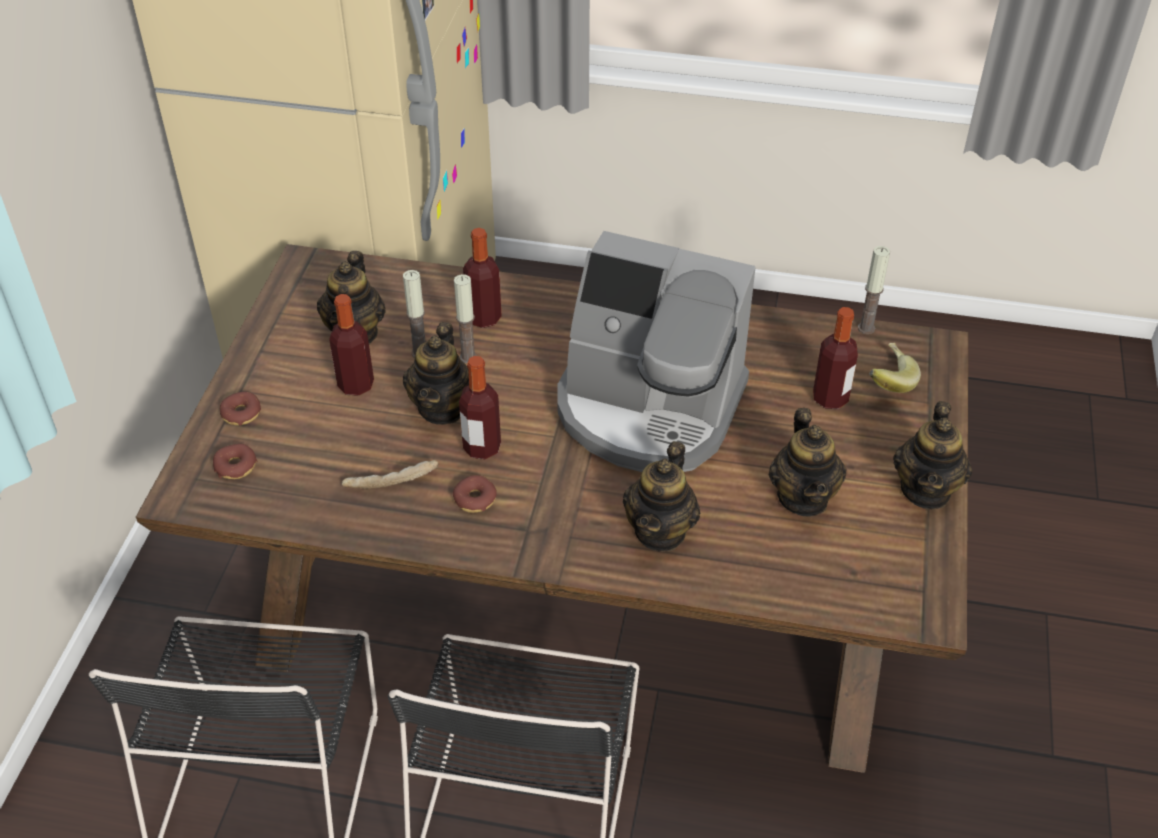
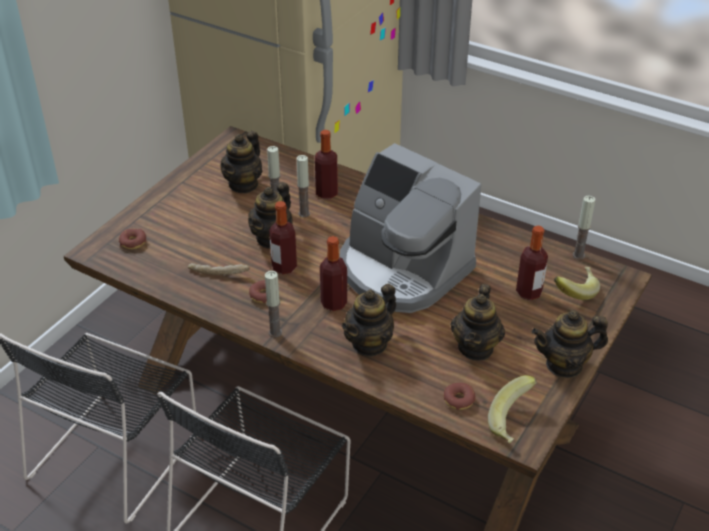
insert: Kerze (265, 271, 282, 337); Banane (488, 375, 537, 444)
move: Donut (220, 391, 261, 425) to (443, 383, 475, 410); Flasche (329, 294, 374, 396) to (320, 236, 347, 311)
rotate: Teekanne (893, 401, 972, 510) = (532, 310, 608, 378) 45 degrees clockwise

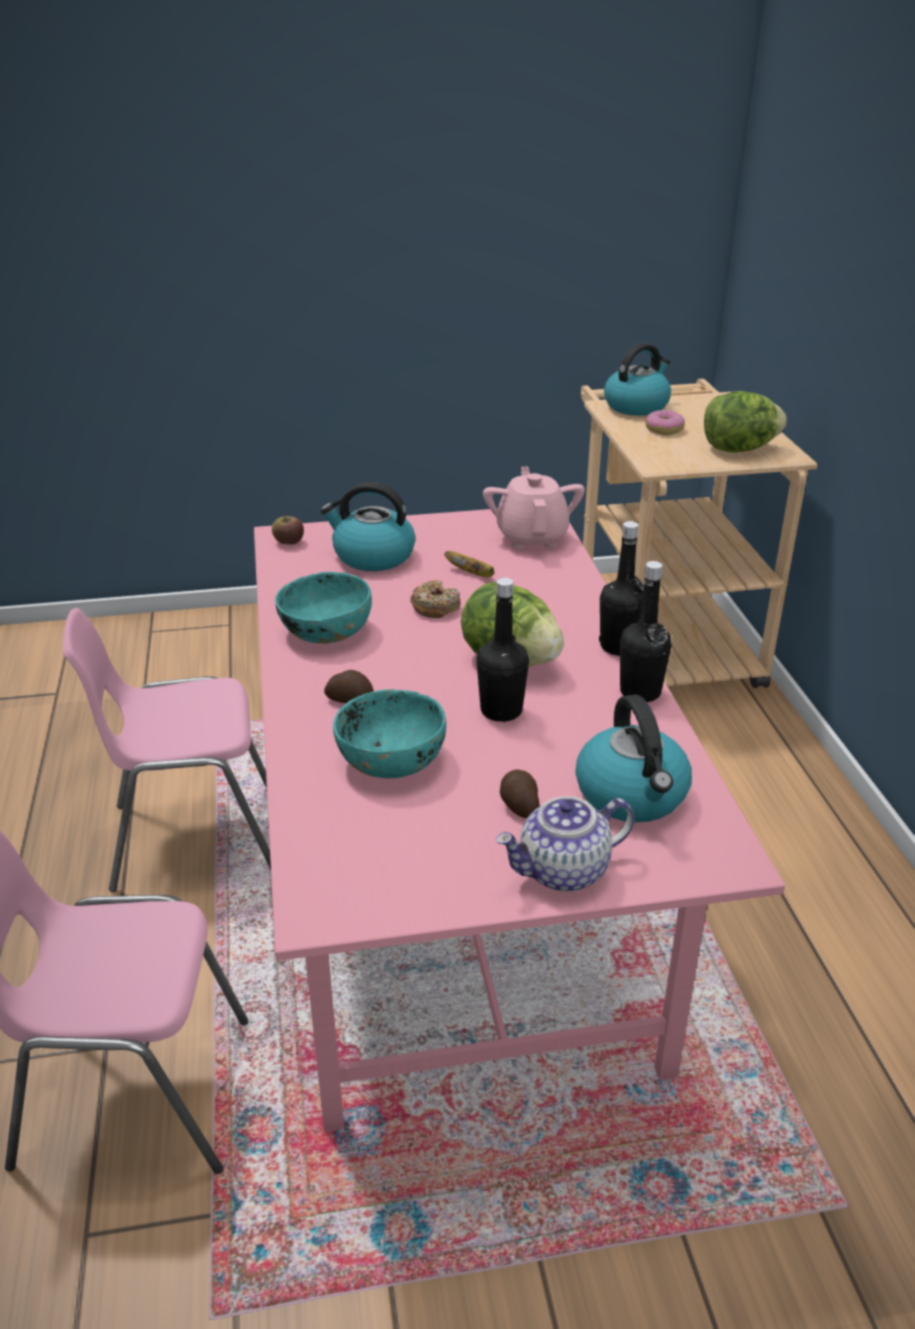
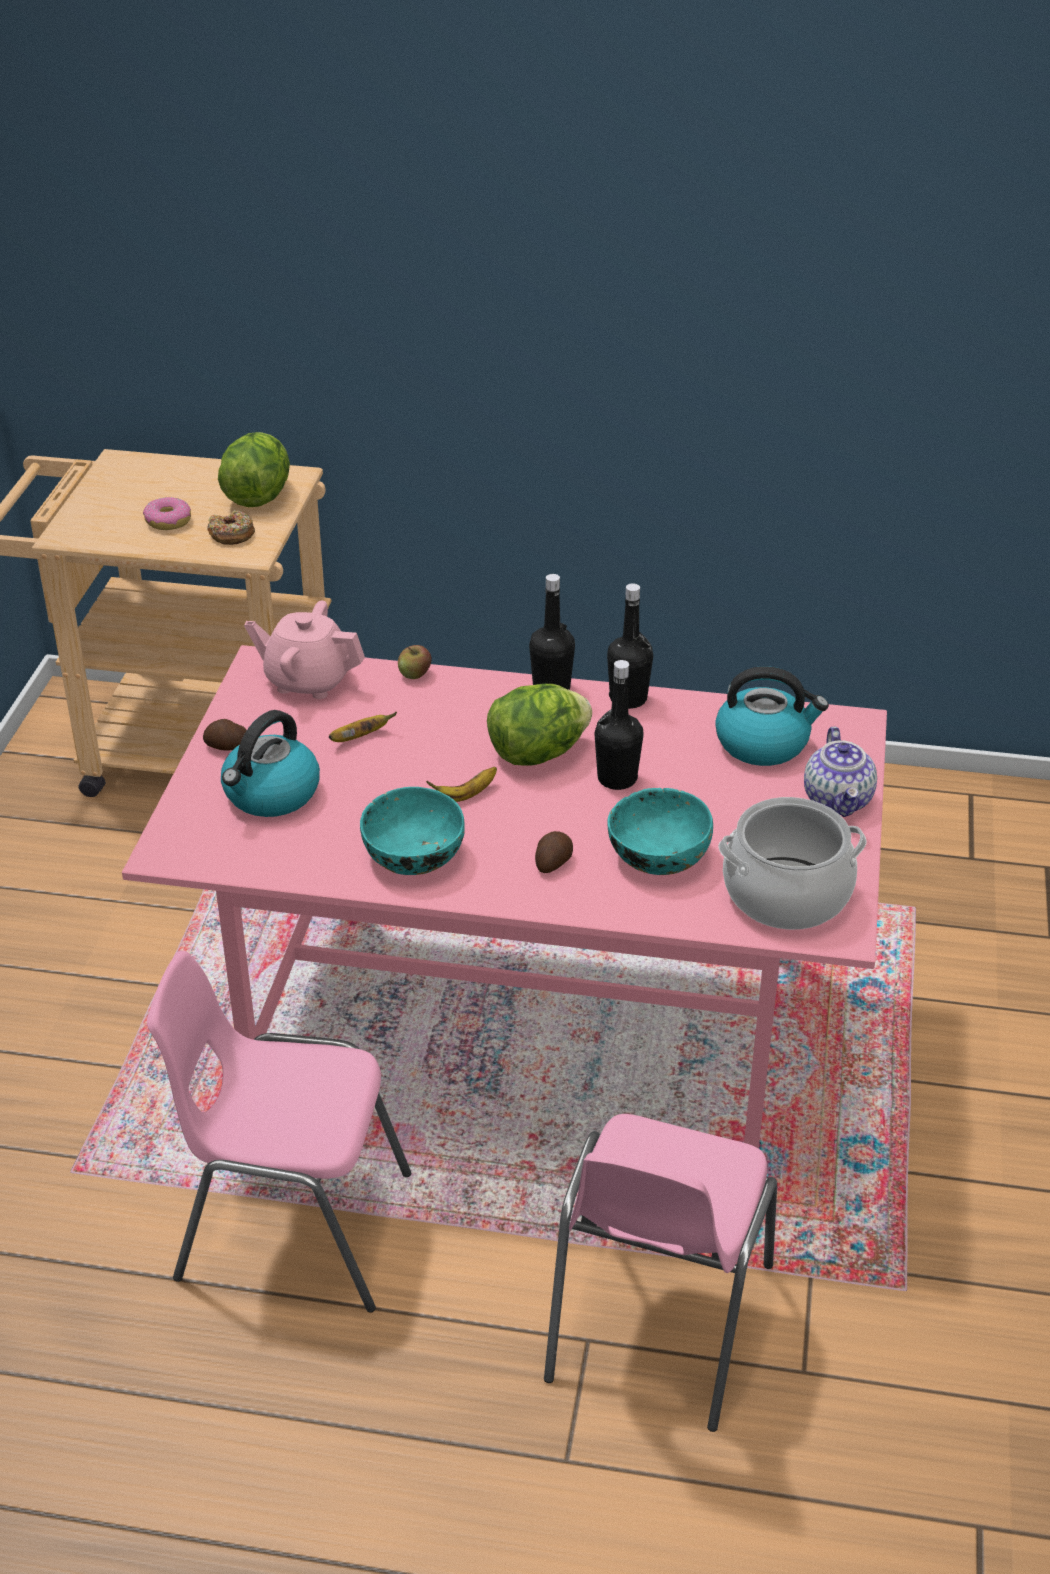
delete: Wasserkessel (604, 343, 671, 416)
insert: Banane (426, 767, 497, 802); Kochtopf (718, 797, 867, 930)
move: Apfel (272, 513, 304, 544) to (398, 645, 432, 679); Donut (410, 580, 461, 618) to (207, 510, 255, 545); Kartoffel (500, 769, 540, 818) to (203, 719, 247, 750)
rotate: Stuhl (rosa) (63, 608, 271, 892) = (147, 951, 411, 1313) 90 degrees clockwise

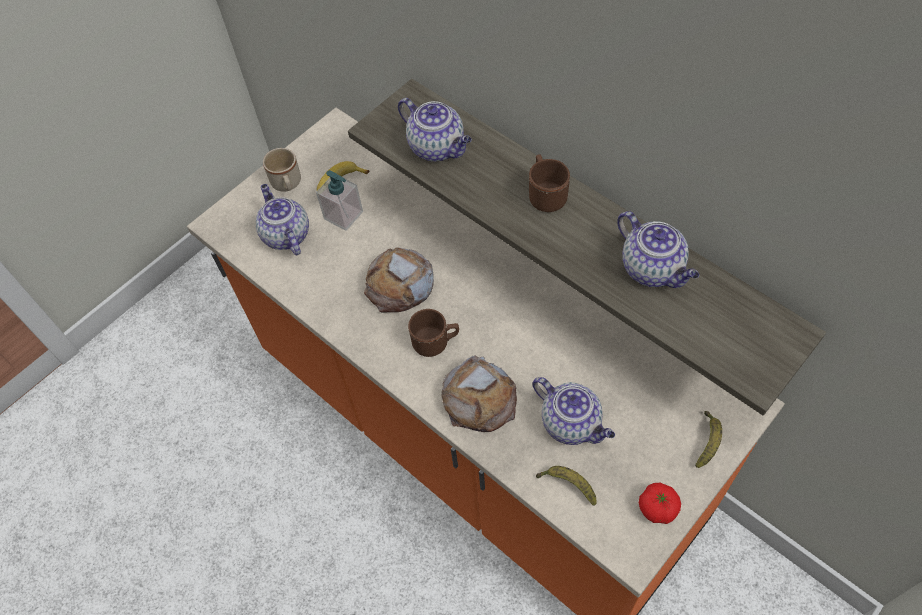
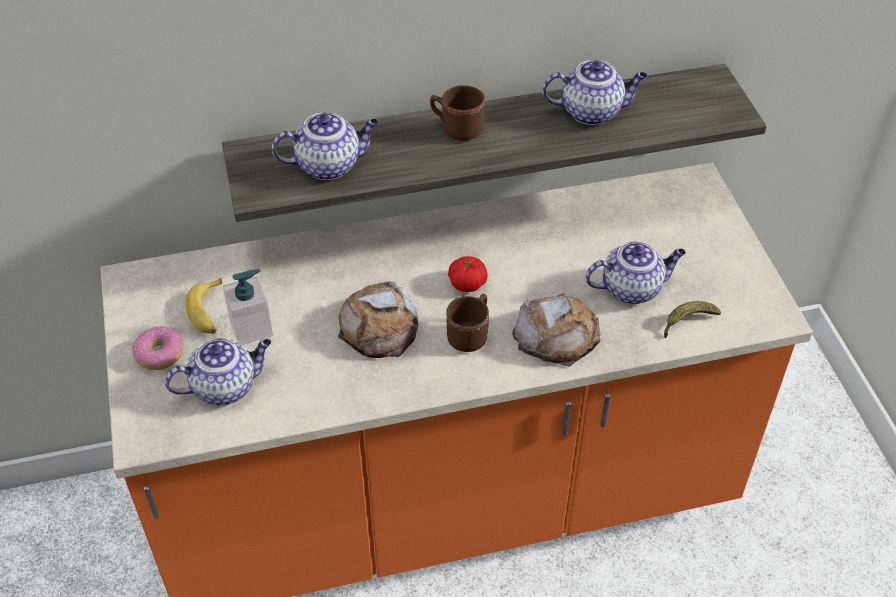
delete: Banane (695, 411, 722, 468)
move: Tomate (639, 483, 681, 524) to (448, 256, 488, 292)
replace: Henkelbecher (beige) (263, 148, 301, 192) to Donut (132, 326, 184, 370)
rotate: Teekanne (256, 184, 309, 255) = (165, 338, 271, 405) 150 degrees clockwise

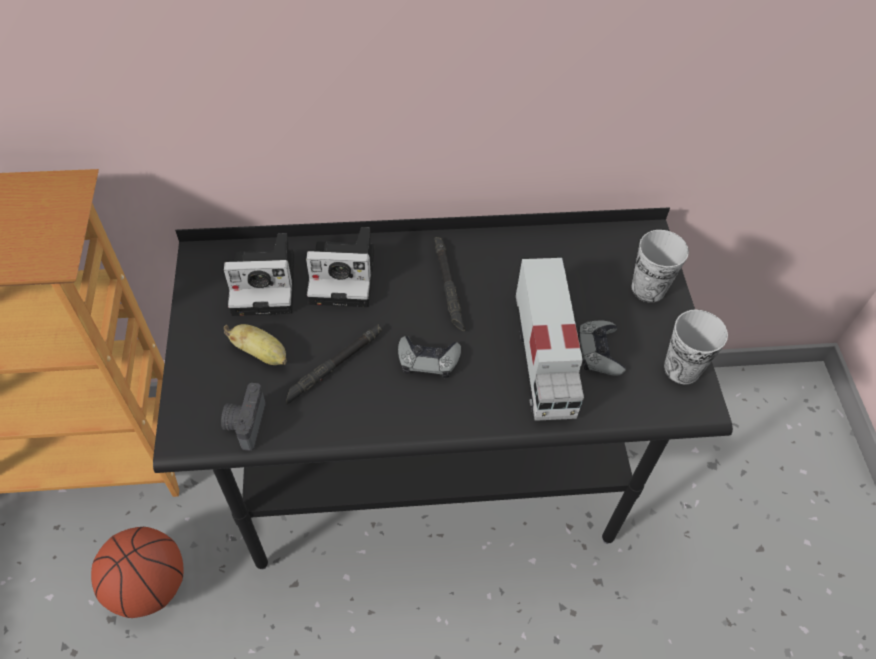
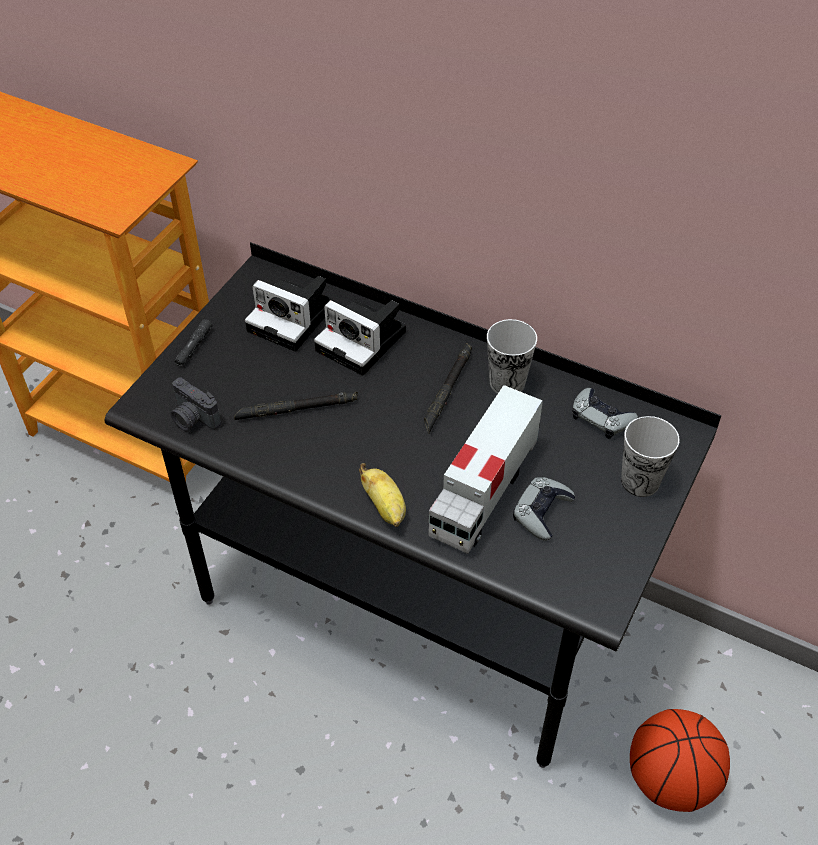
insert: Taschenlampe (schwarz) (175, 319, 213, 367)
move: Basketball (91, 527, 184, 618) to (630, 709, 730, 812); Banane (224, 324, 287, 365) to (359, 463, 406, 527); Gamepad (grau) (398, 336, 461, 379) to (572, 388, 638, 439); Tasse (664, 309, 728, 385) to (487, 319, 537, 394)
rotate: Kamera (221, 383, 266, 451) = (170, 378, 221, 432) 90 degrees counterclockwise

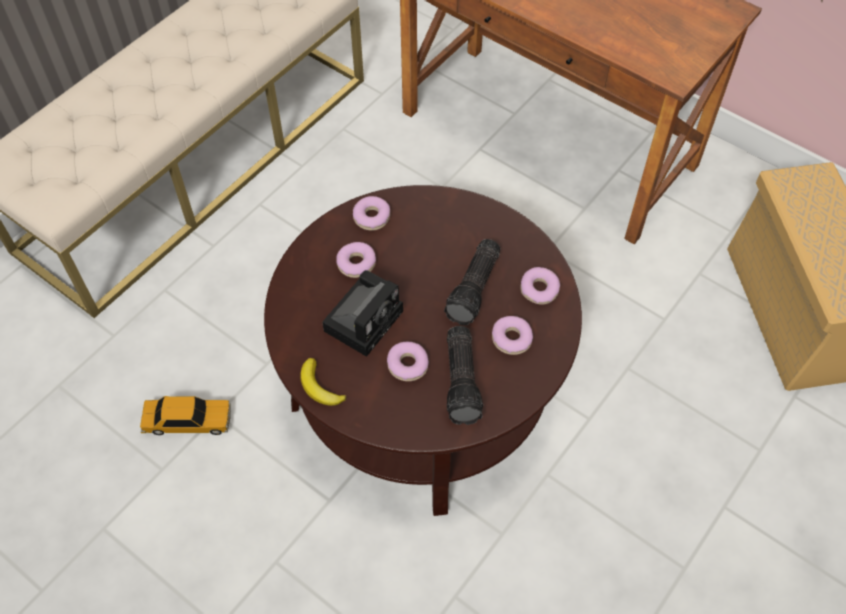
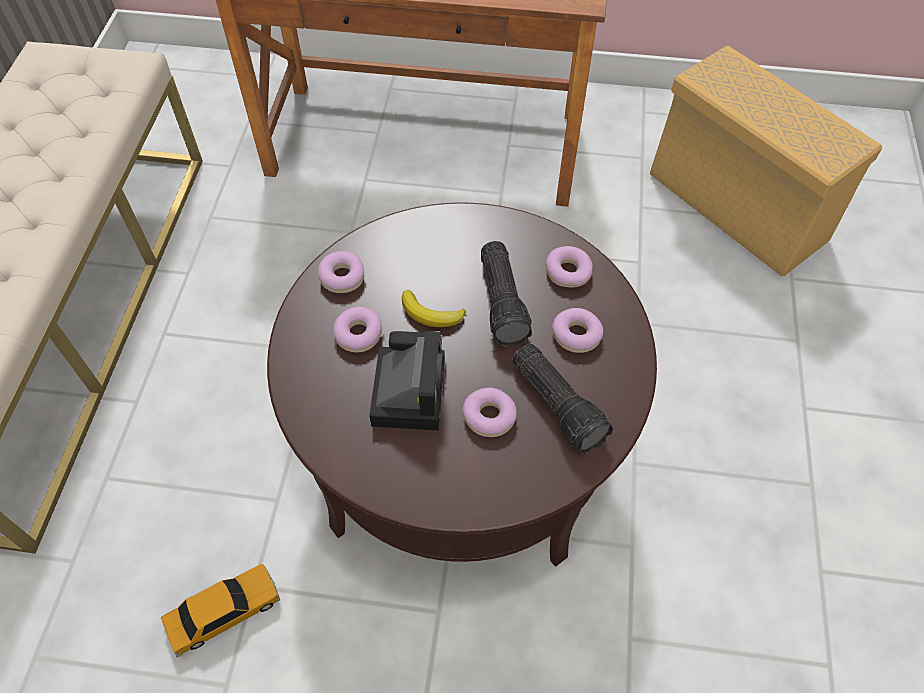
move: Banane (300, 358, 347, 406) to (402, 290, 466, 327)

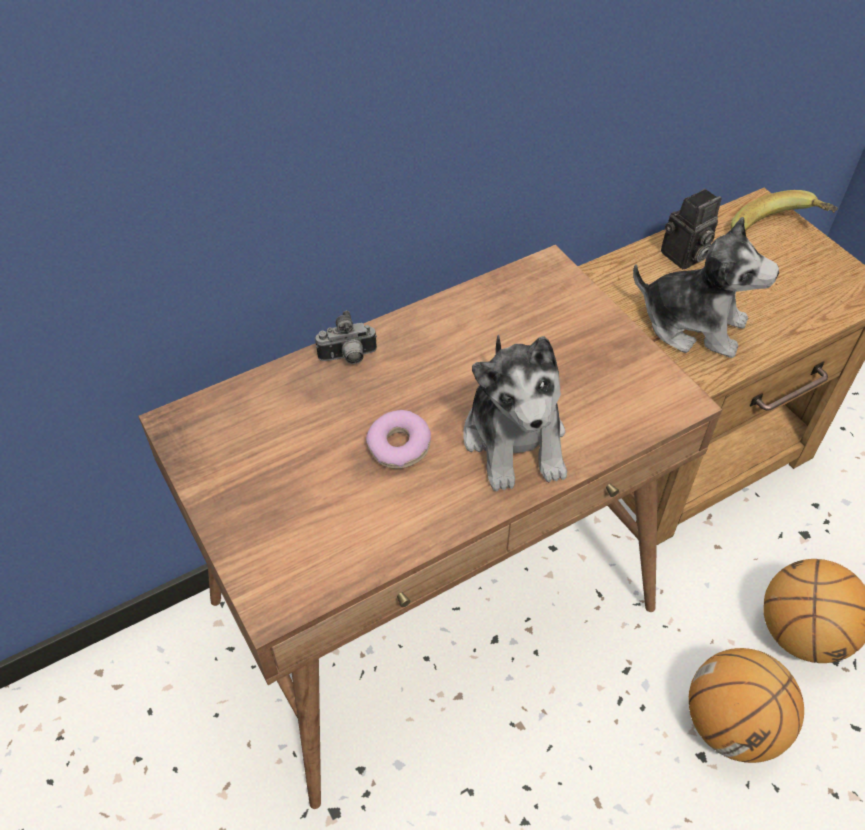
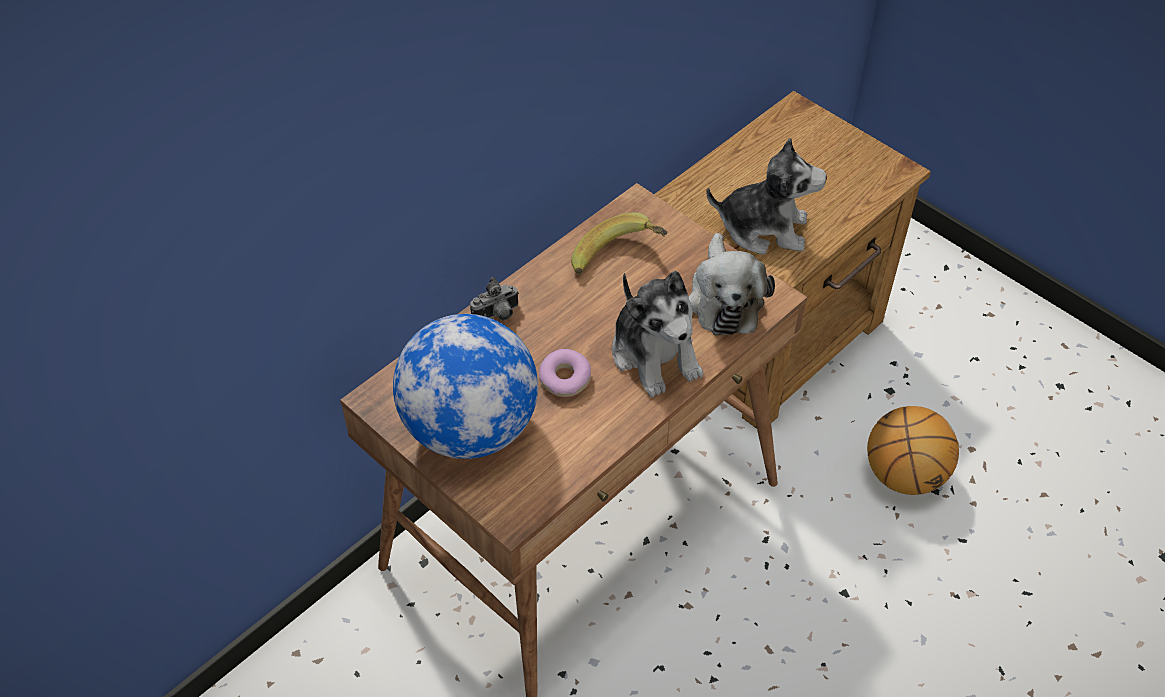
delete: Kamera (661, 189, 722, 269); Basketball (689, 648, 804, 763)
insert: Globus (393, 314, 538, 459); Plüschtier (689, 233, 775, 336)
move: Banane (731, 190, 838, 231) to (571, 213, 668, 274)

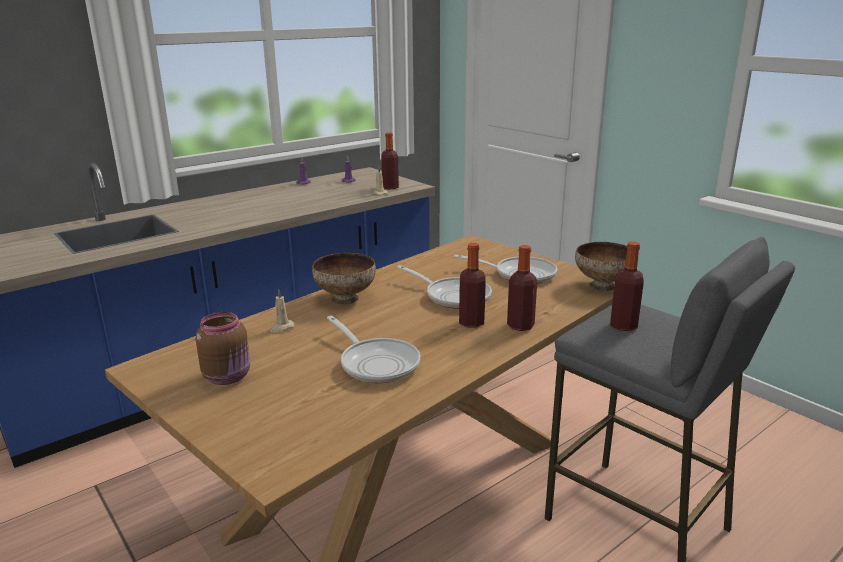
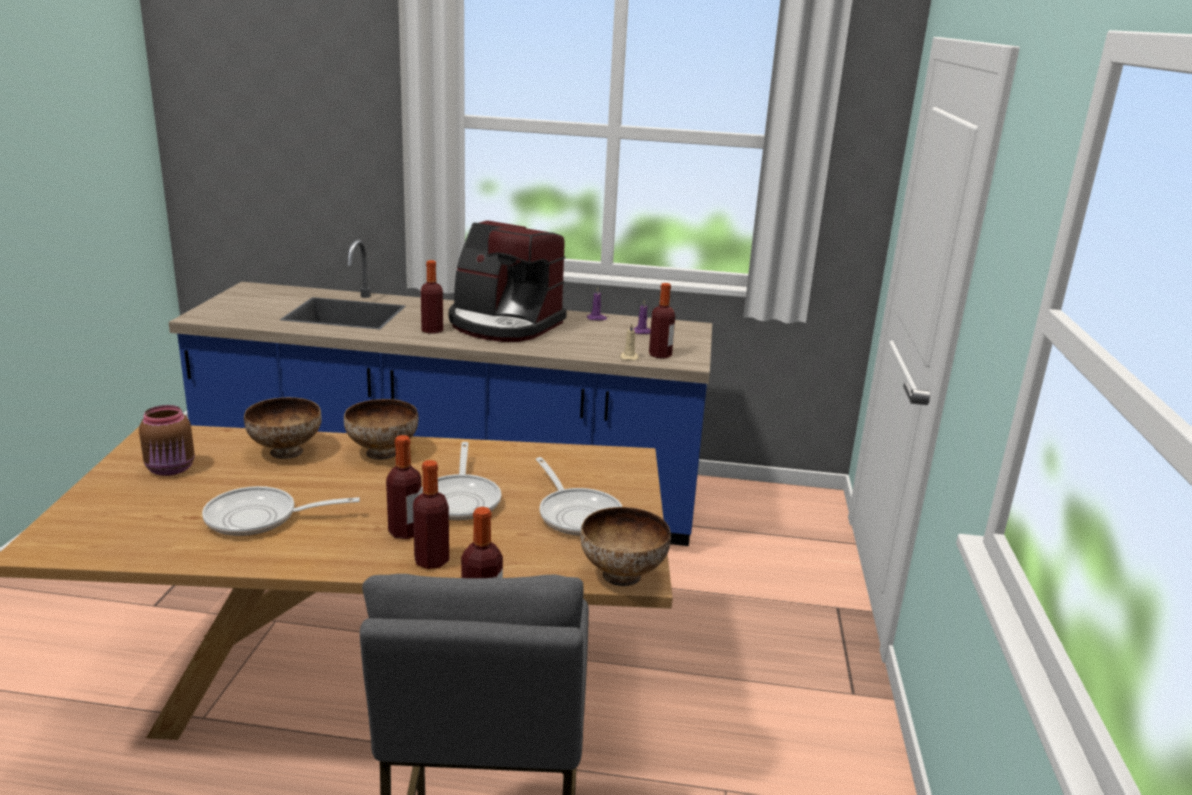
insert: Flasche (421, 260, 443, 334); Kaffeemaschine (449, 220, 567, 342)
replace: Kerze (beige) (270, 290, 294, 333) to Schüssel (244, 397, 322, 459)
rotate: Pfanne (327, 316, 420, 383) = (202, 486, 360, 536) 75 degrees clockwise

